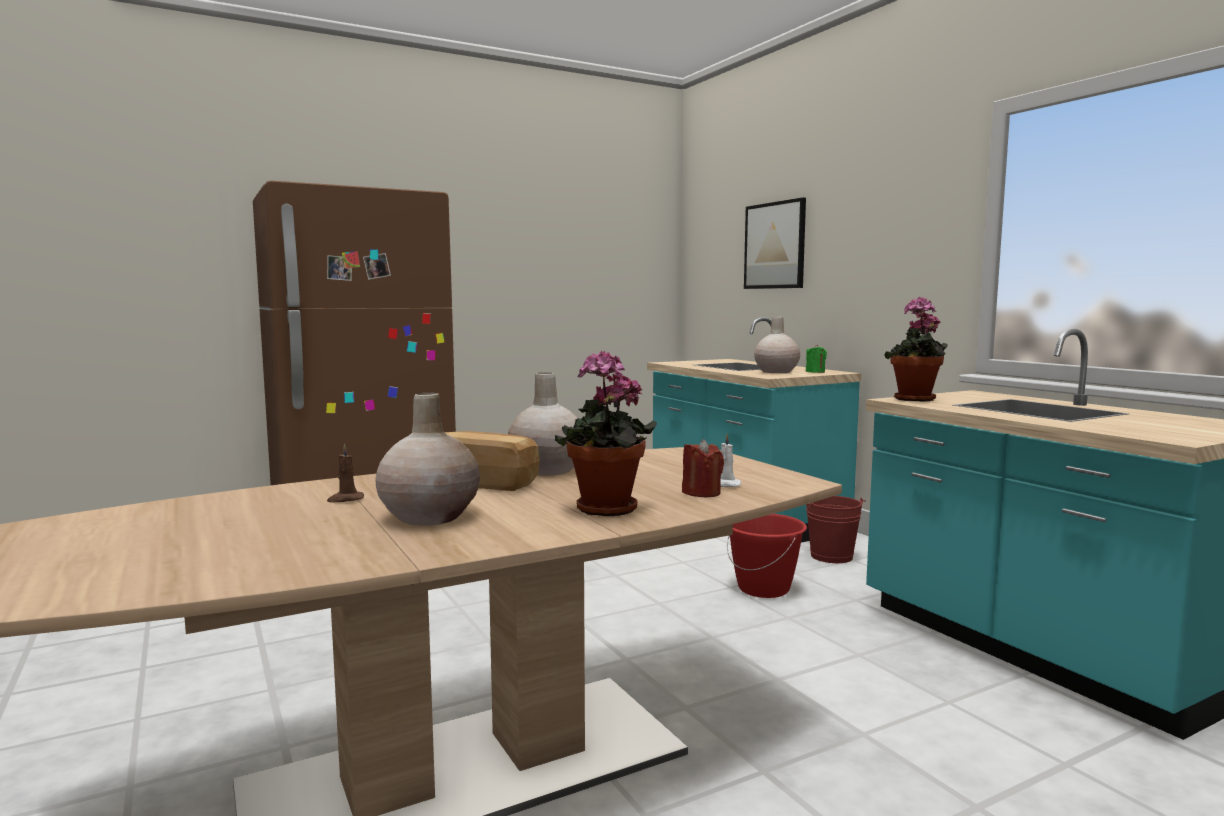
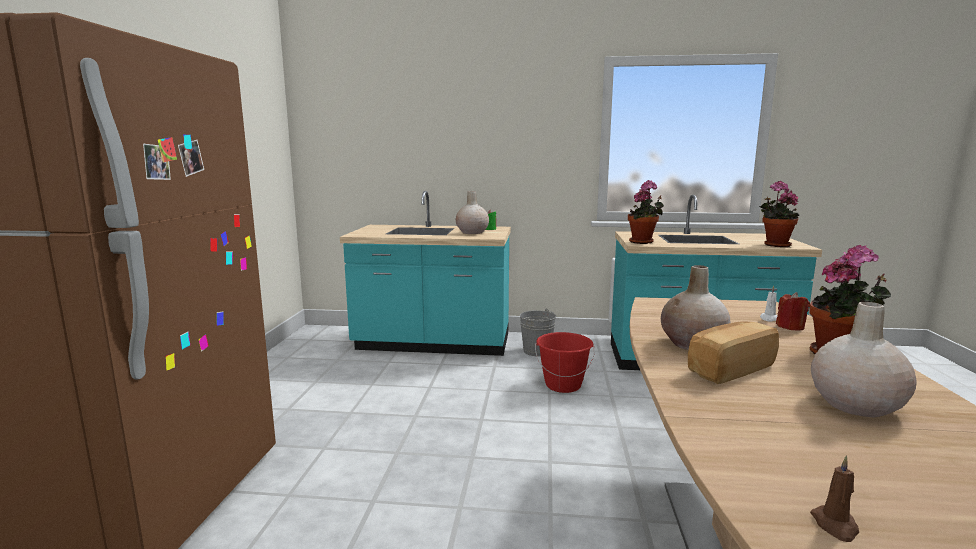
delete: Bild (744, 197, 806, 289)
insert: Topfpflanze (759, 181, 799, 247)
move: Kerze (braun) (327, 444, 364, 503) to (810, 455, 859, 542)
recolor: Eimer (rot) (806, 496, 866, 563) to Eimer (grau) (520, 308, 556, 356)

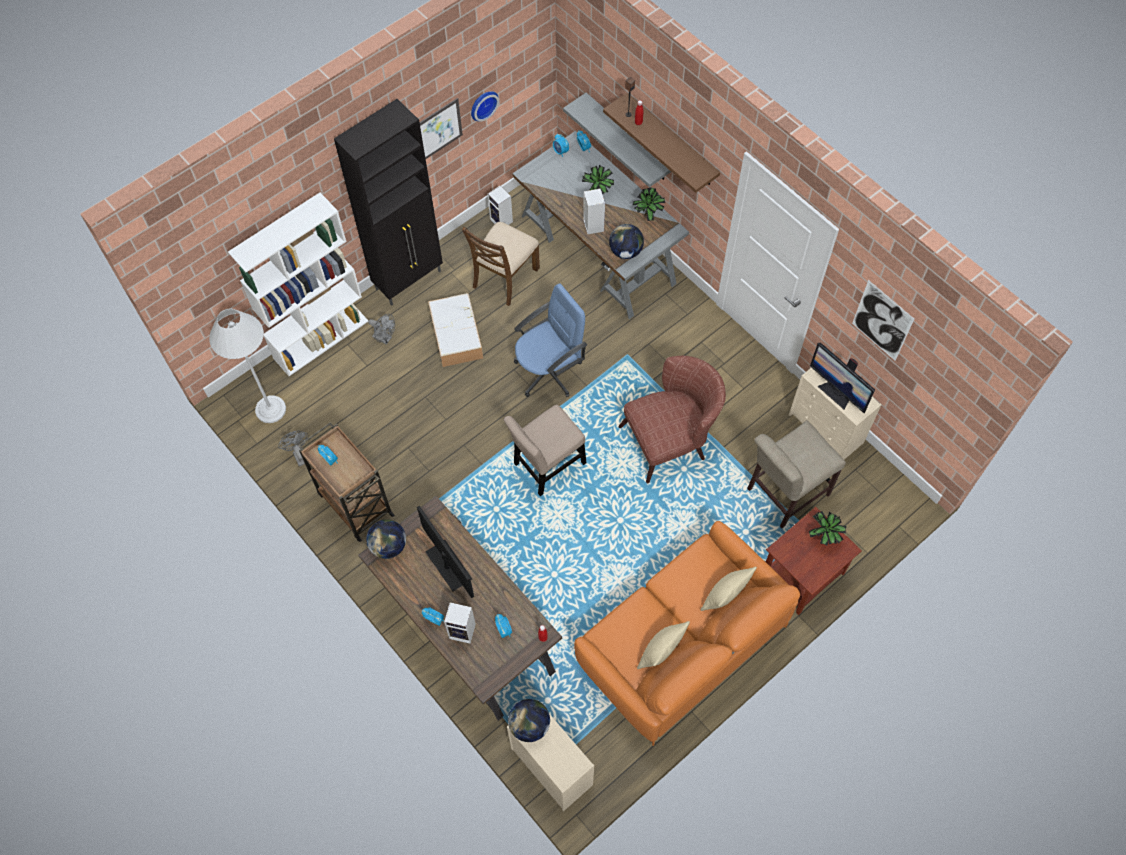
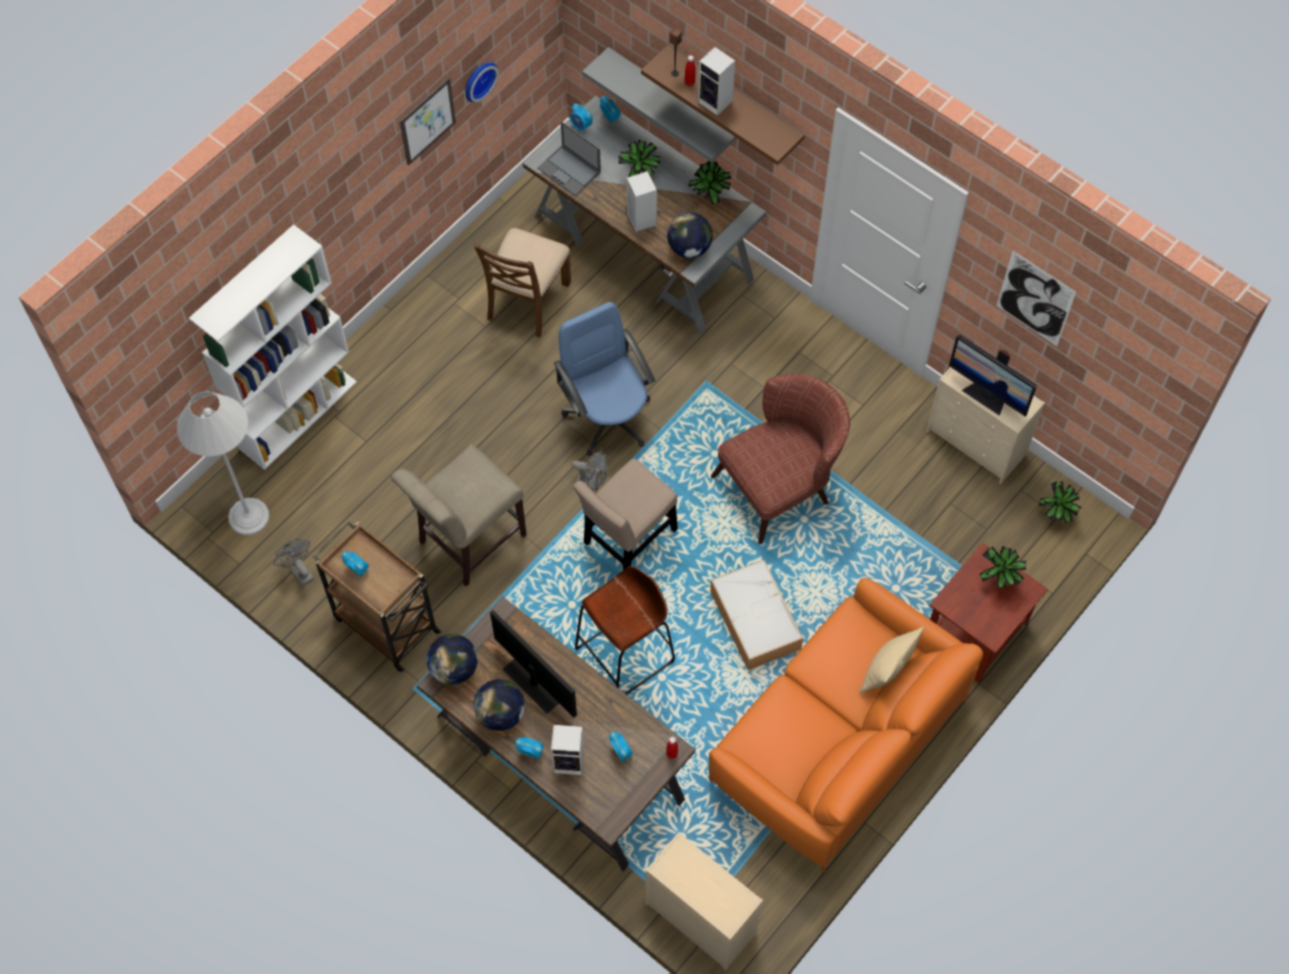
delete: Schrank (schwarz) (334, 99, 443, 306); Kissen (beige) (637, 621, 690, 669)
insert: Laptop (538, 121, 601, 196); Hocker (braun) (575, 566, 675, 694); Topfpflanze (1039, 481, 1082, 523)
move: Ventilator (grau) (368, 314, 395, 345) to (571, 450, 609, 491); Aufbewahrungsbox (428, 293, 483, 367) to (710, 560, 803, 670); Lautsprecher (488, 186, 513, 225) to (698, 47, 735, 116); Globus (508, 699, 550, 742) to (473, 679, 525, 731); Stuhl (beige) (747, 420, 846, 528) to (391, 444, 527, 586)
rotate: Bürostuhl (blau) (514, 283, 587, 397) = (554, 302, 655, 456) 75 degrees counterclockwise

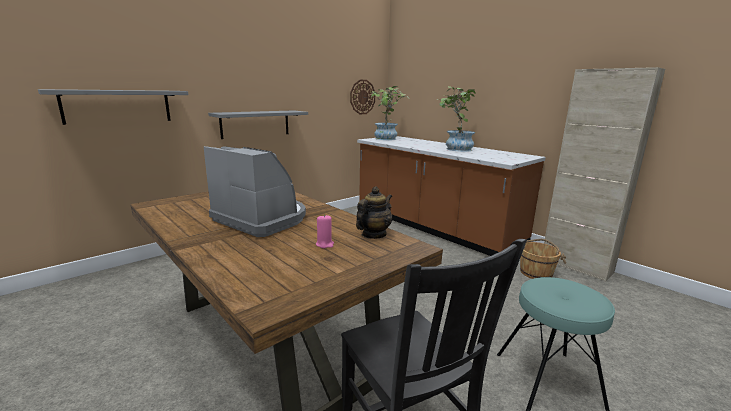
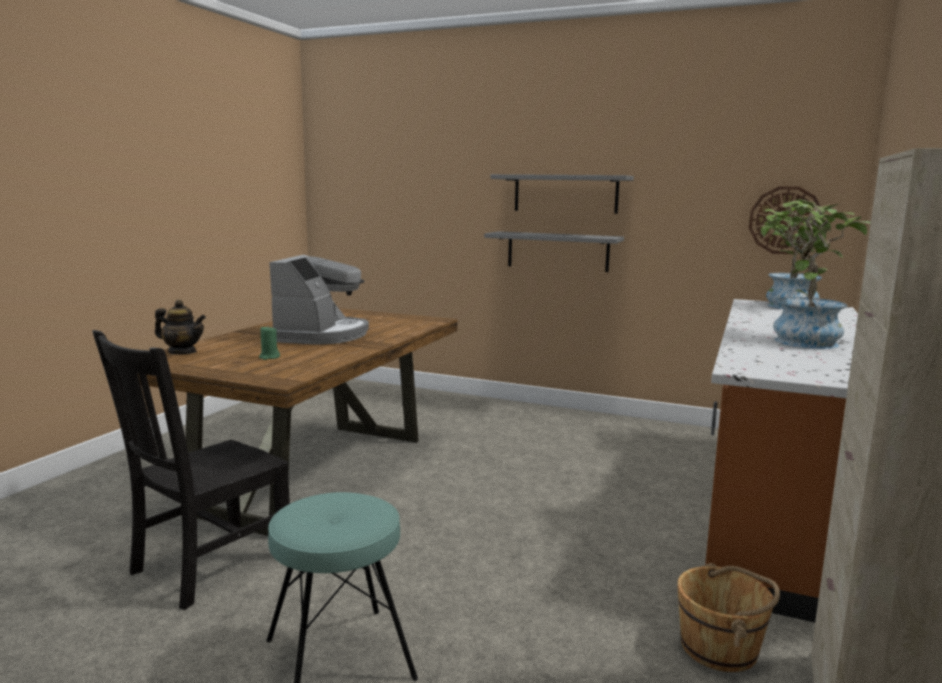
move: Wandregal (grau) (38, 89, 188, 125) to (491, 174, 634, 214); Teekanne (356, 186, 392, 239) to (155, 300, 206, 354)
recolor: Kerze (rosa) (316, 214, 334, 248) to Kerze (grün) (259, 326, 280, 360)

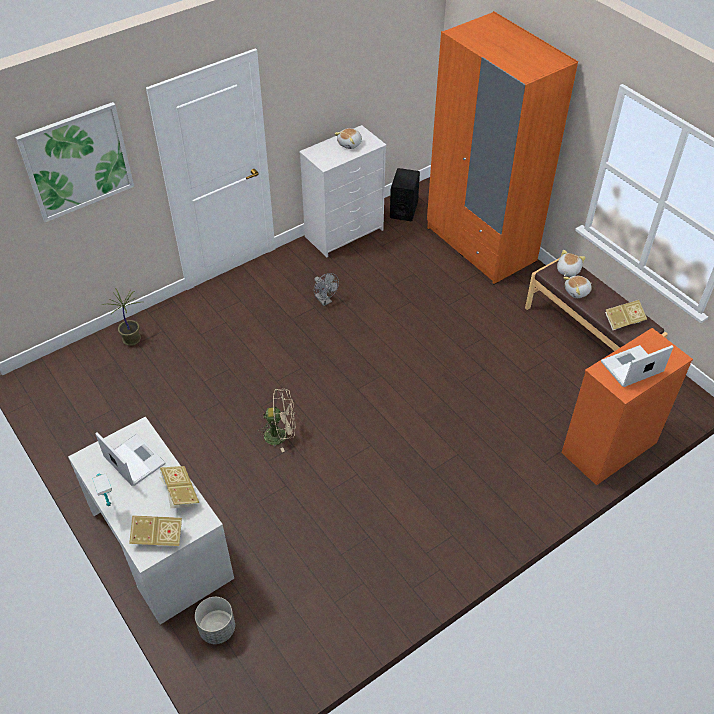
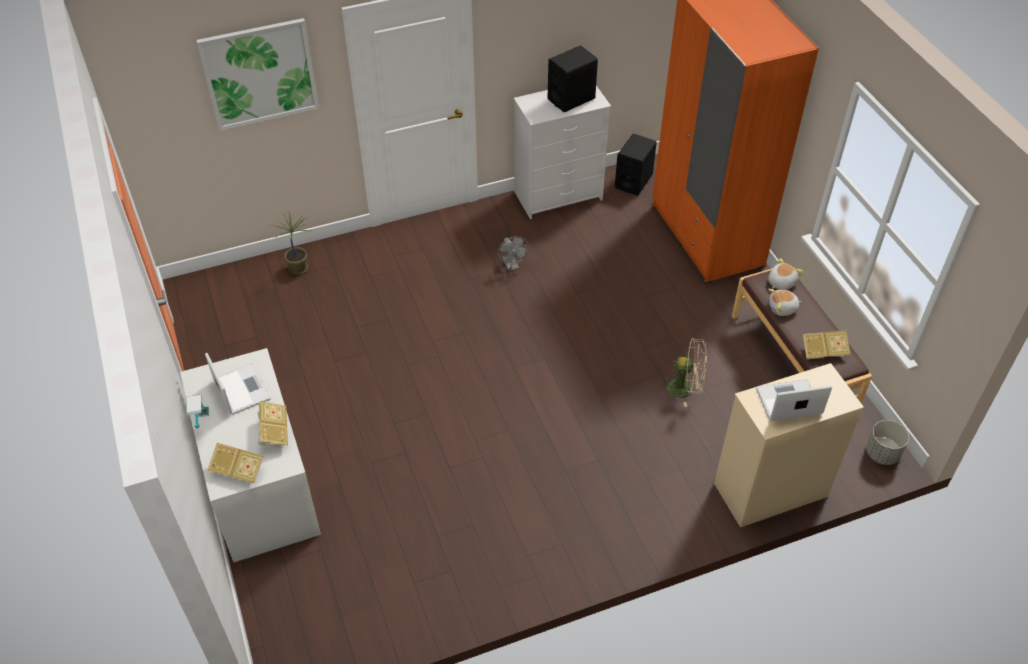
move: Pflanzkübel (grau) (195, 597, 235, 644) to (866, 420, 909, 465); Ventilator (beige) (257, 388, 296, 452) to (661, 338, 707, 407)
replace: Plüschtier (334, 128, 362, 149) to Lautsprecher (schwarz) (548, 45, 598, 112)
recolor: Kommode (orange) (561, 328, 693, 485) to Kommode (beige) (714, 363, 864, 528)

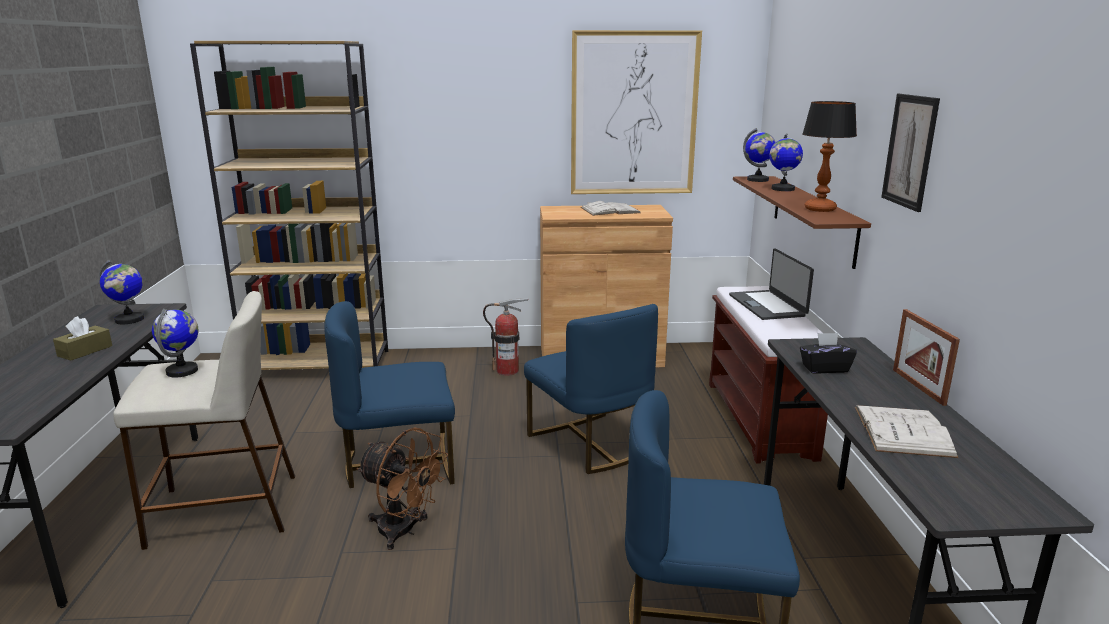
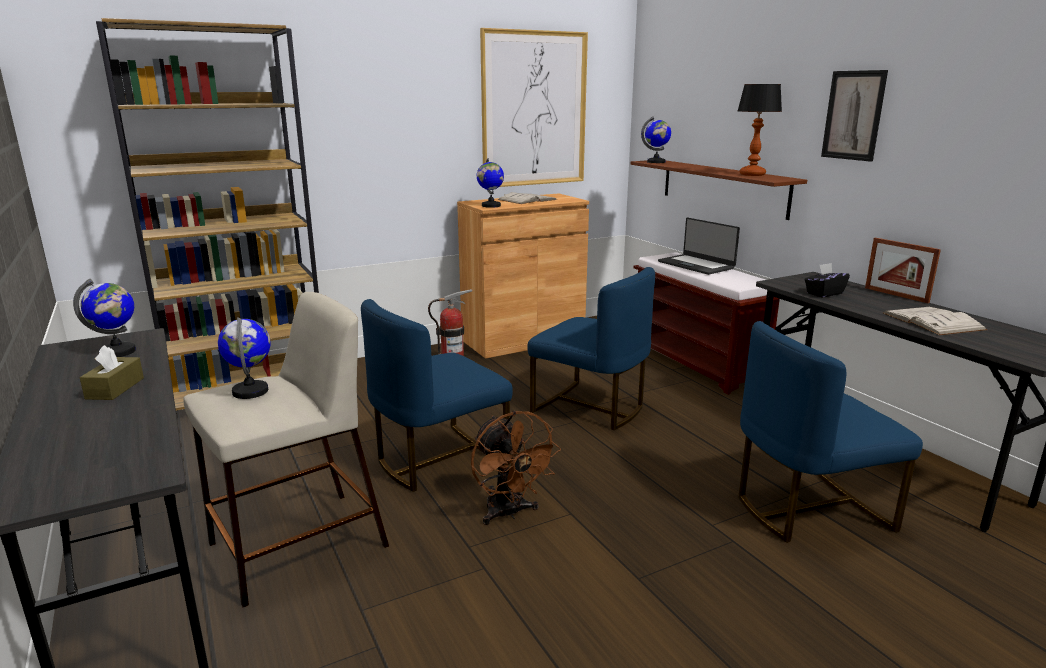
move: Globus (769, 133, 803, 191) to (477, 158, 504, 208)
rotate: Ventilator (braun) (356, 427, 448, 550) = (471, 411, 561, 525) 60 degrees clockwise

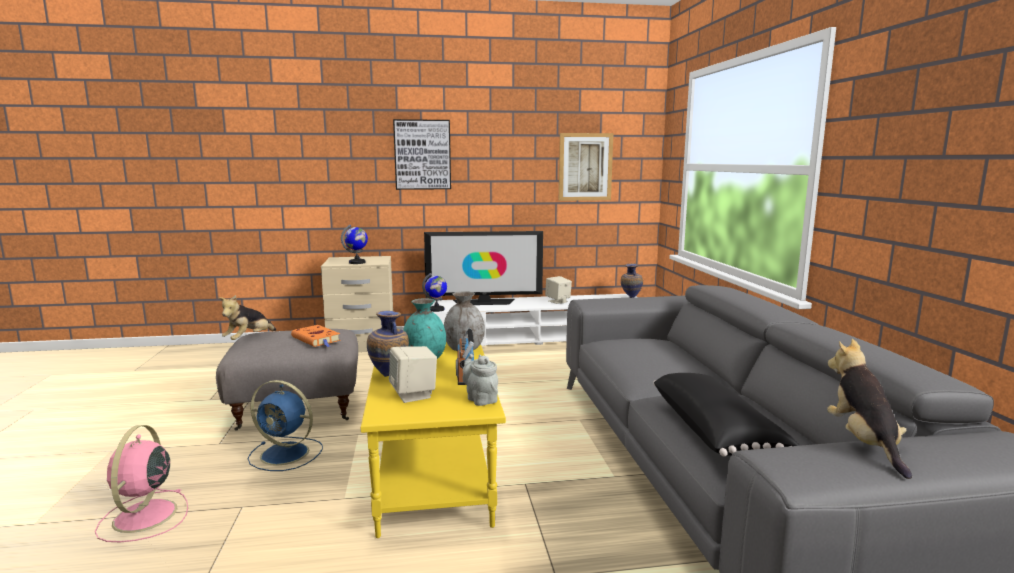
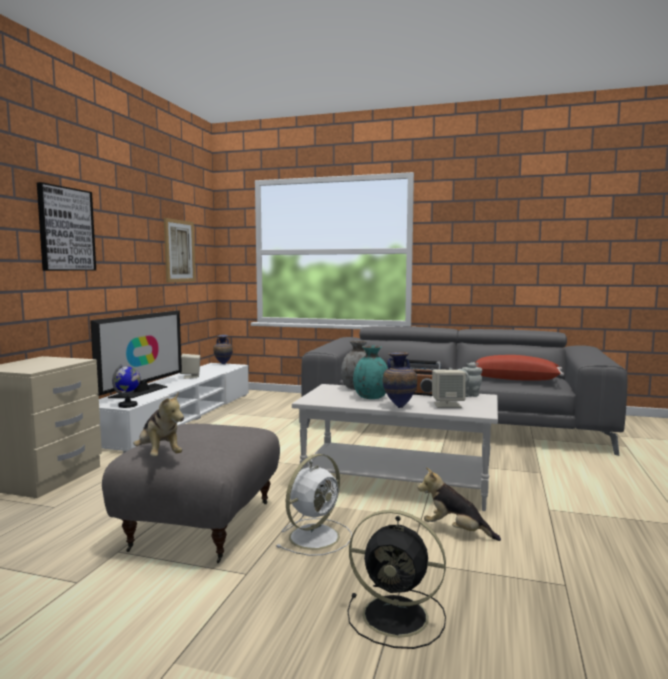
delete: Buch (orange) (291, 325, 341, 347); Globus (341, 225, 368, 264)
move: Plüschtier (827, 339, 912, 479) to (418, 467, 501, 541)
recolor: Ventilator (rosa) (95, 425, 188, 542) to Ventilator (schwarz) (347, 510, 446, 649); Ventilator (blau) (248, 380, 323, 471) to Ventilator (weiß) (277, 454, 352, 556); Couchtisch (gelb) (361, 342, 506, 538) to Couchtisch (weiß) (292, 384, 498, 511); Kissen (schwarz) (653, 373, 800, 456) to Kissen (rot) (473, 355, 564, 381)

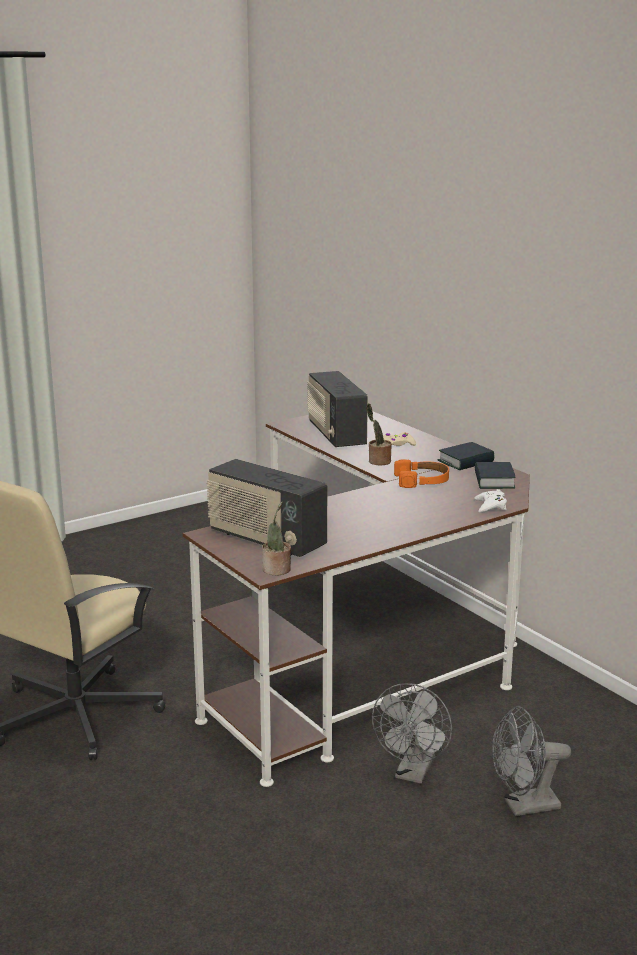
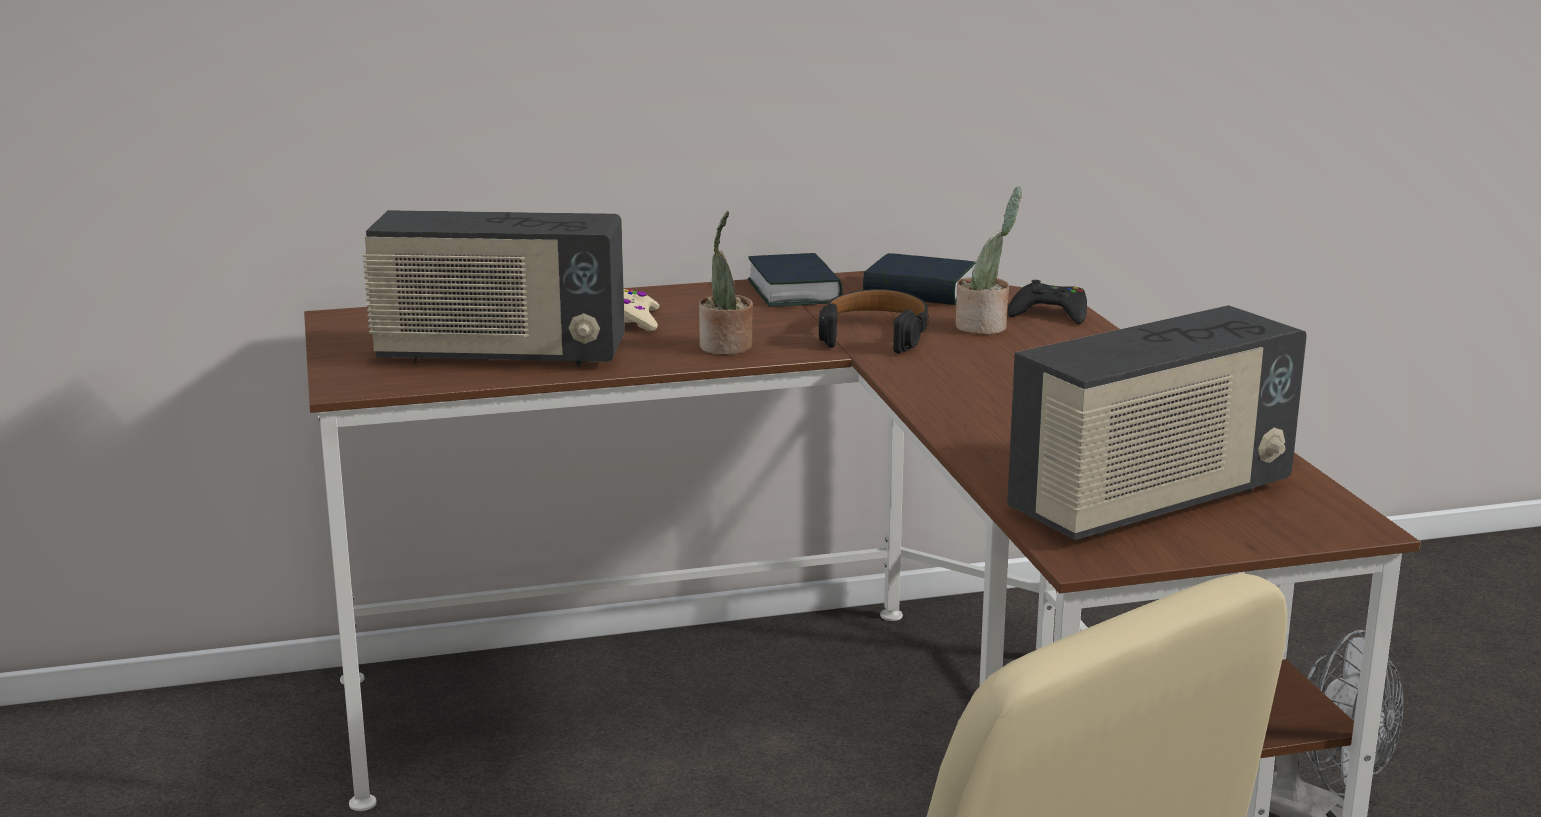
delete: Ventilator (grau) (492, 706, 571, 816)
move: Topfpflanze (262, 502, 291, 575) to (956, 187, 1022, 334)
recolor: Kopfhörer (orange) (394, 459, 449, 488) to Kopfhörer (schwarz) (819, 289, 929, 353); Gamepad (weiß) (474, 489, 507, 513) to Gamepad (schwarz) (1007, 280, 1087, 324)

